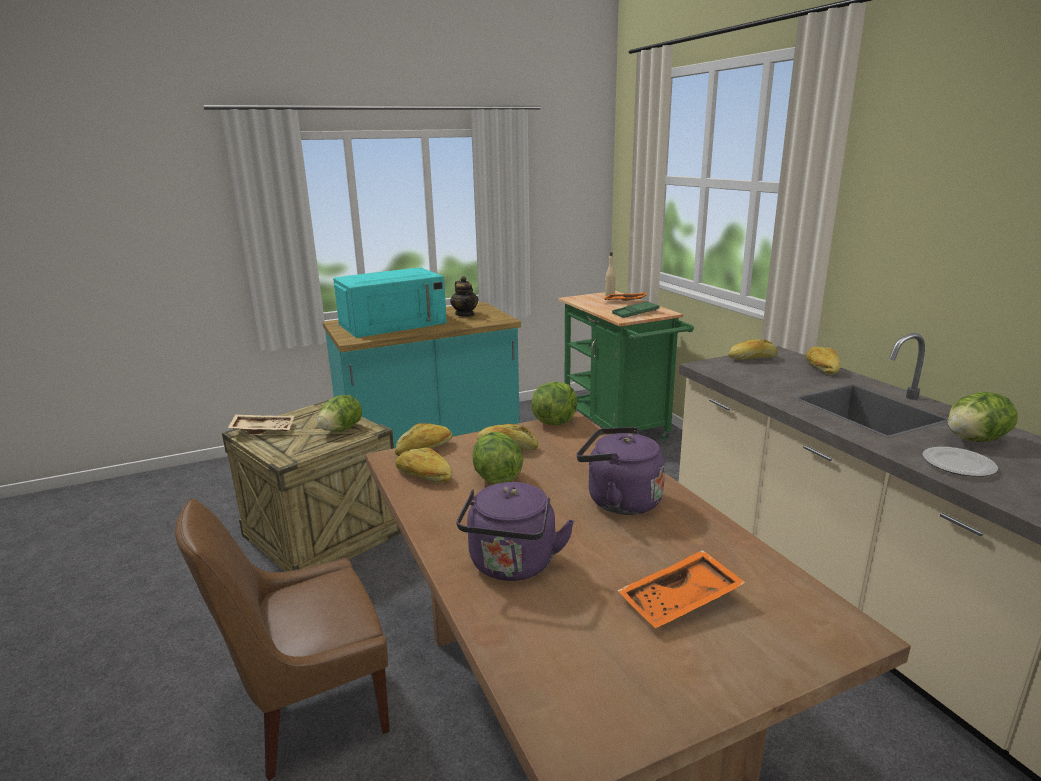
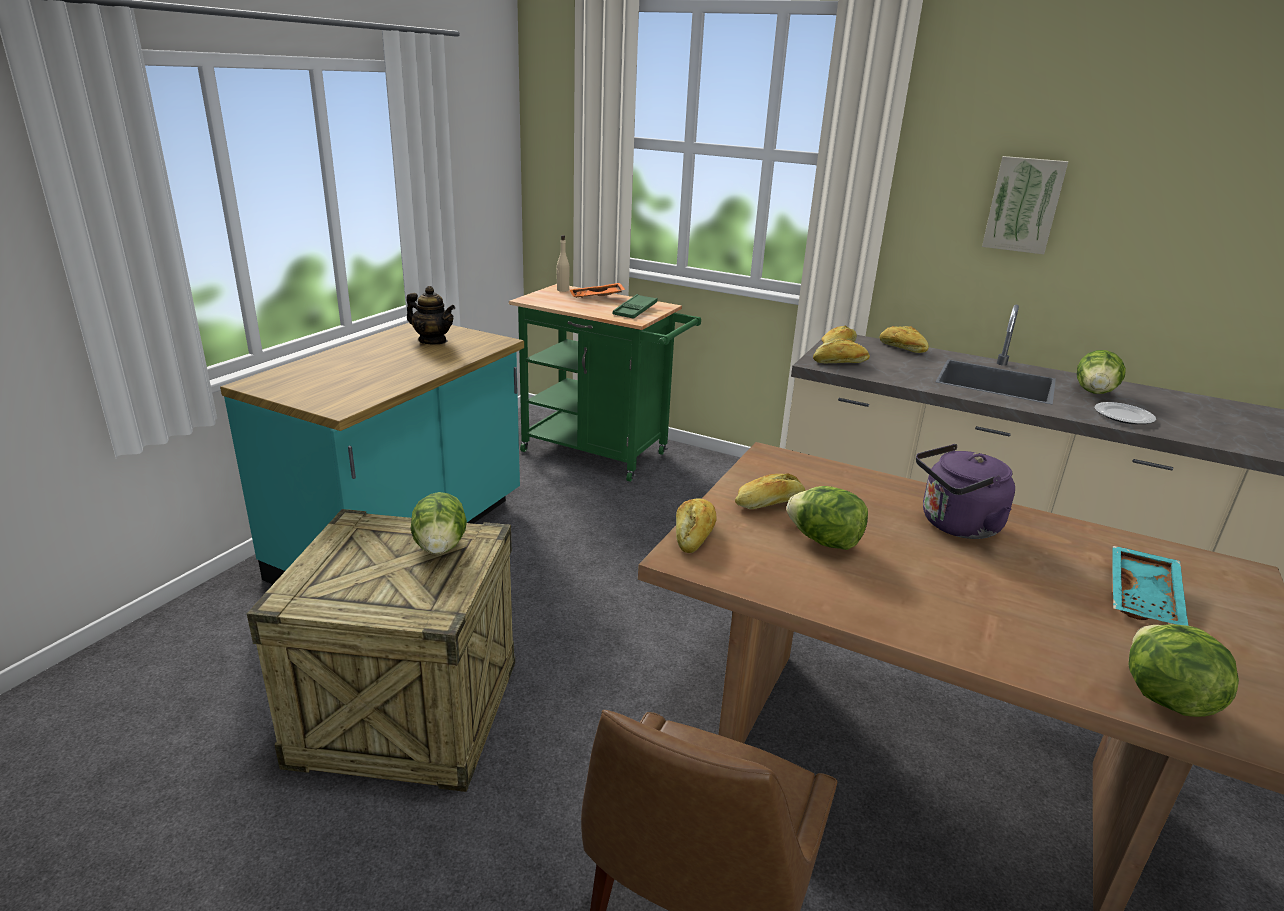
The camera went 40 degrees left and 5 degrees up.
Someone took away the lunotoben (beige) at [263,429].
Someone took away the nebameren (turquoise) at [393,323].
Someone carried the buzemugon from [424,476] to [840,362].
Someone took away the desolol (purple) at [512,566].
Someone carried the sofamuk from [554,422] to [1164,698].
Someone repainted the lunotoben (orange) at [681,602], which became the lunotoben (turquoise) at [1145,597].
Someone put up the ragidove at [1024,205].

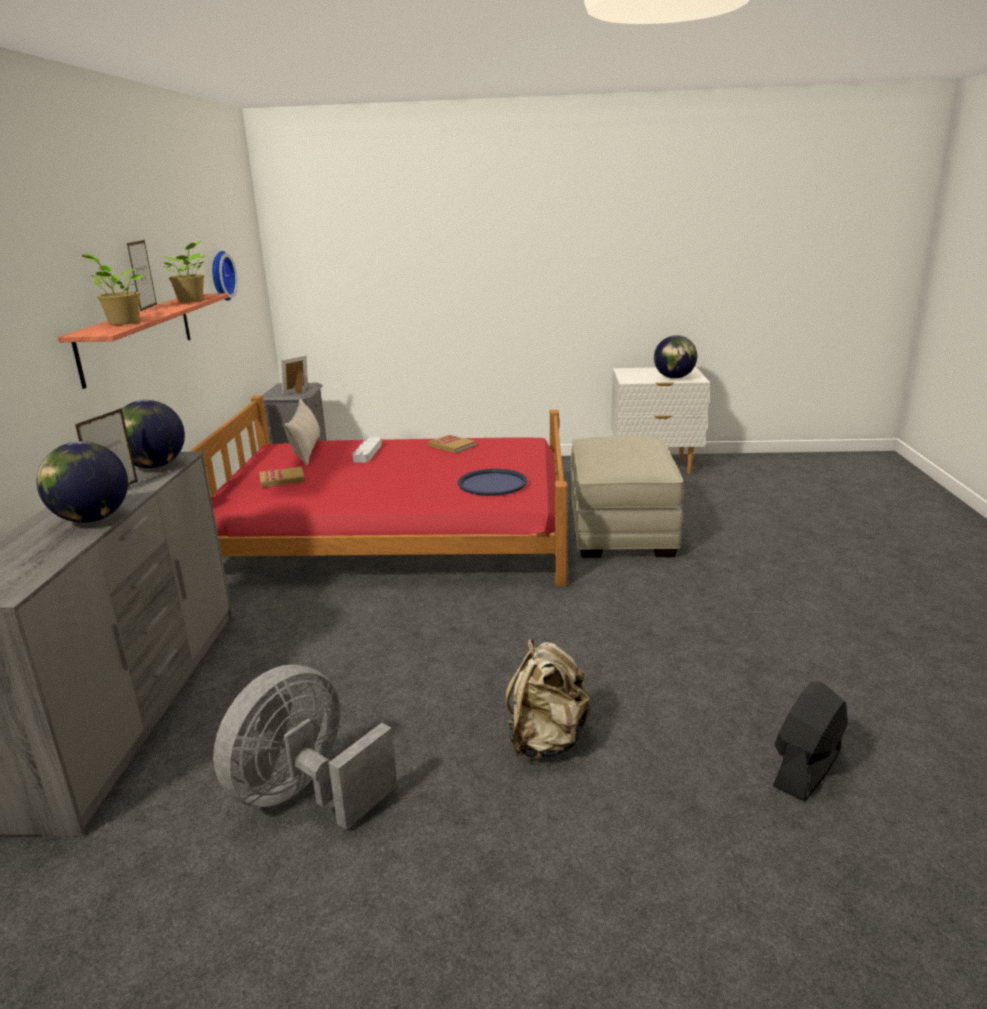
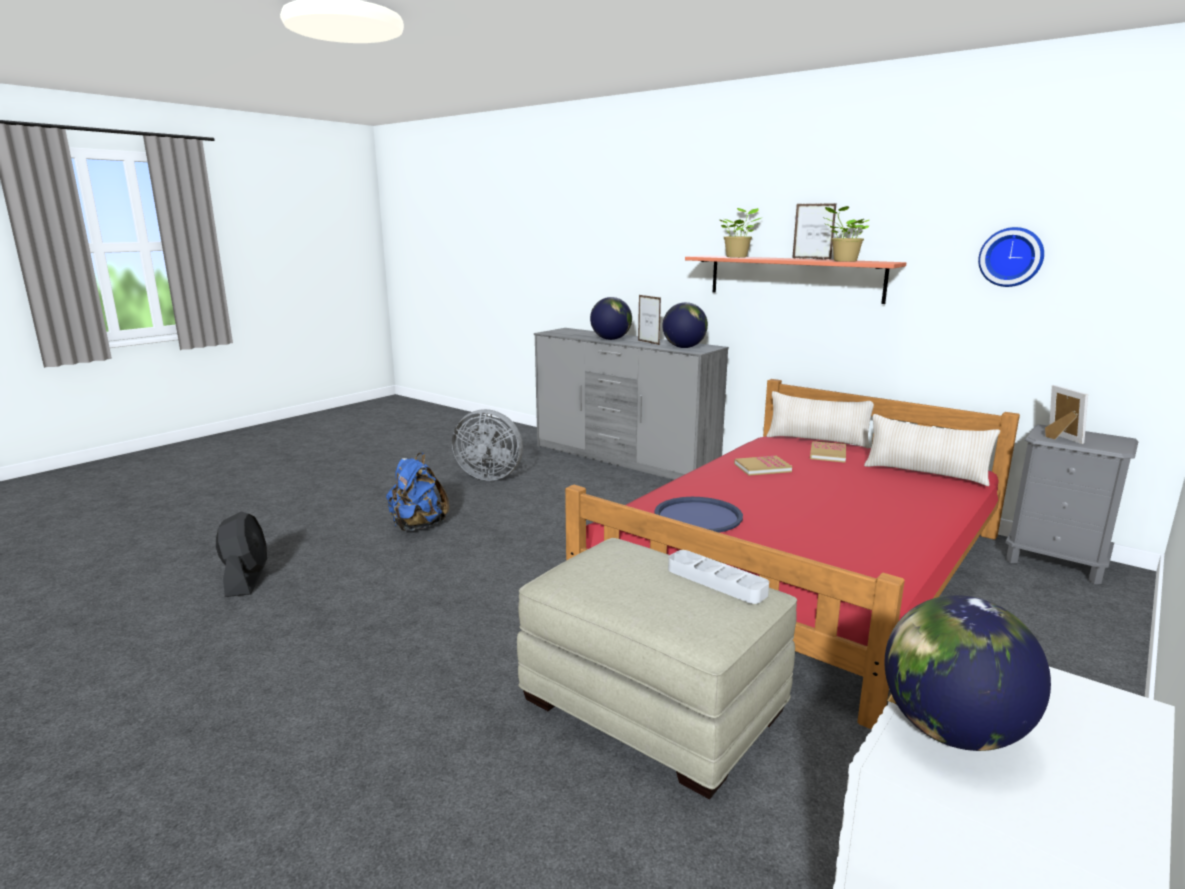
The camera went 125 degrees right and 5 degrees down.
Someone rotated the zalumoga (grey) at [306,795] by 120 degrees clockwise.
Someone carried the lunotoben (grey) from [368,453] to [716,581].
Someone carried the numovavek from [452,446] to [762,468].
Someone repainted the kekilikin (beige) at [546,741], which became the kekilikin (blue) at [417,526].
Someone put down the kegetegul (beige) at [817,440].

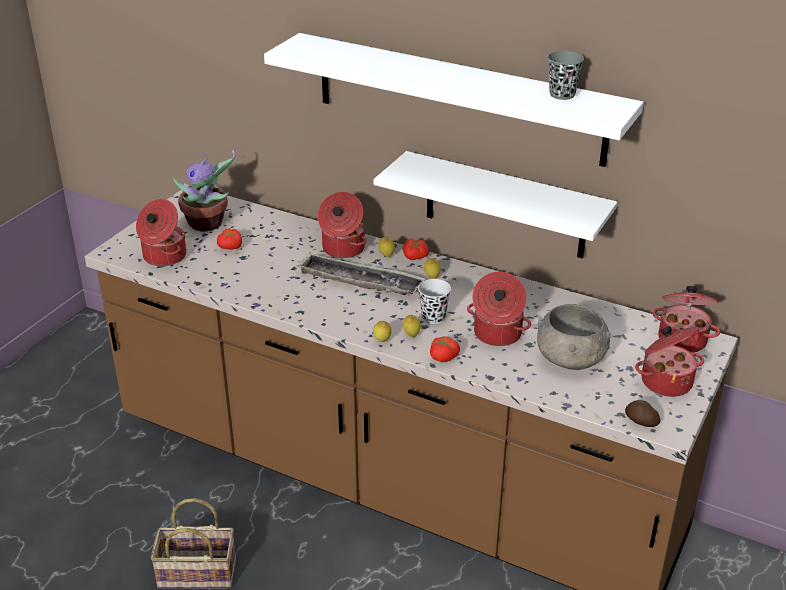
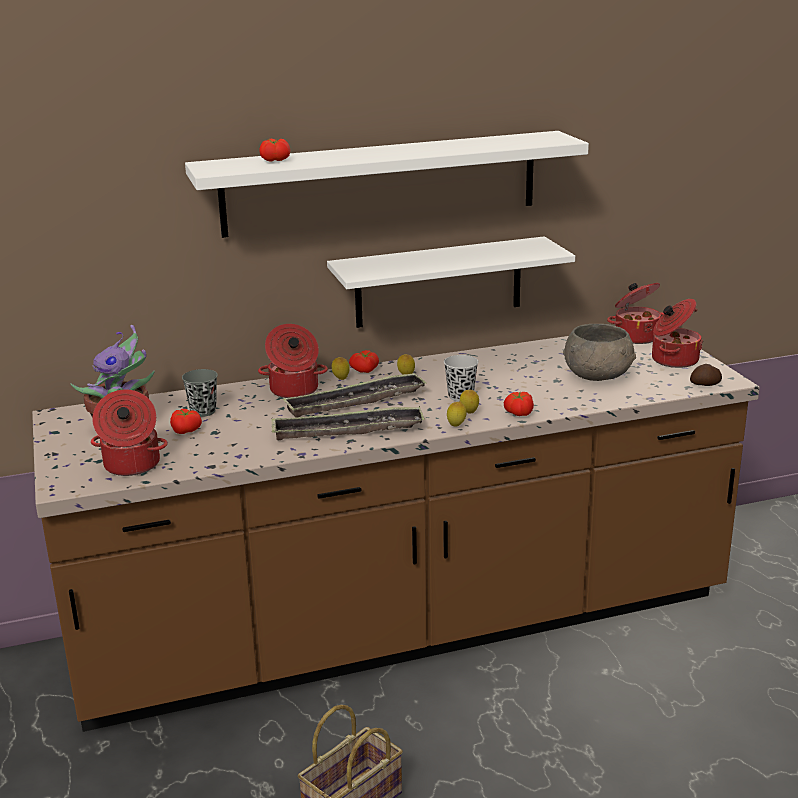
The camera went 45 degrees left and 10 degrees down.
Someone took away the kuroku at [496,334].
Someone carried the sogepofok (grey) from [562,94] to [203,411].
Someone put down the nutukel at [274,161].
Someone put down the lunotoben at [347,431].

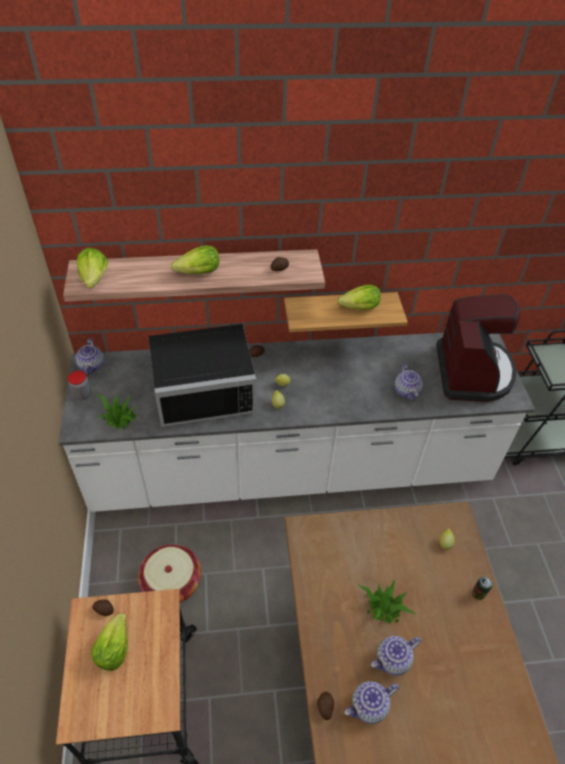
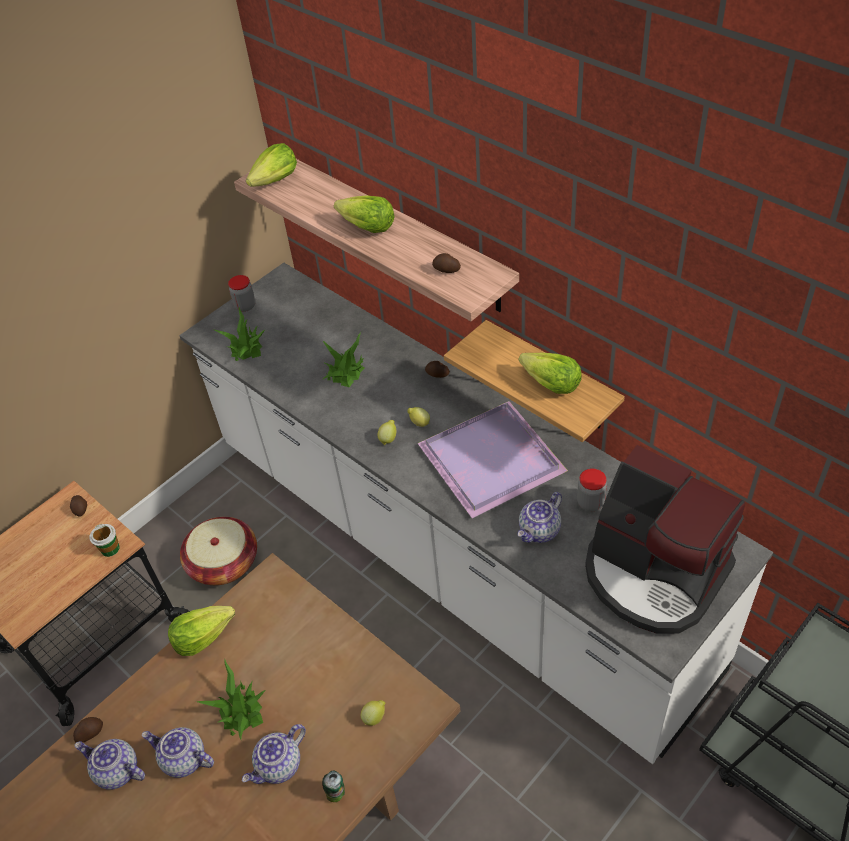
The camera went 55 degrees right and 0 degrees up.
Someone carried the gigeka from [92,366] to [279,766].
Someone carried the sofamuk from [113,648] to [203,636].
Someone swapped the nebameren (black) at [204,387] for the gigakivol at [346,371].
Someone rotated the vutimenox at [472,372] by 75 degrees clockwise.
Someone put down the sogepofok at [110,549].
Someone put down the lunotoben (purple) at [494,460].
Someone put down the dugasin at [590,502].

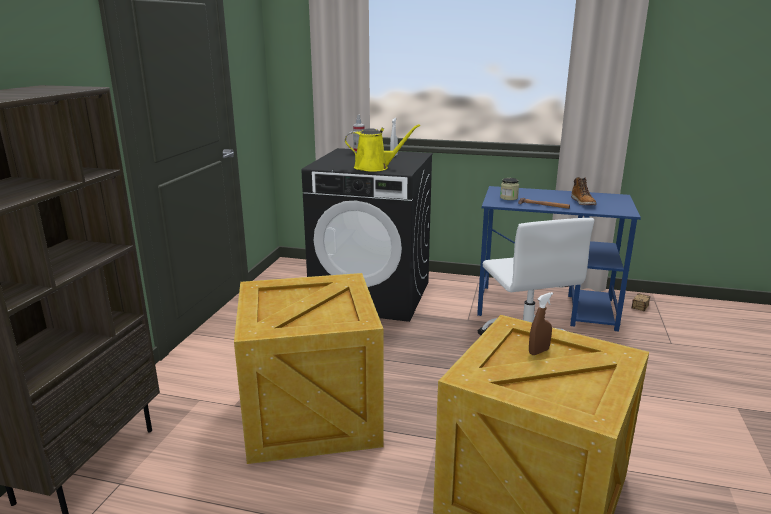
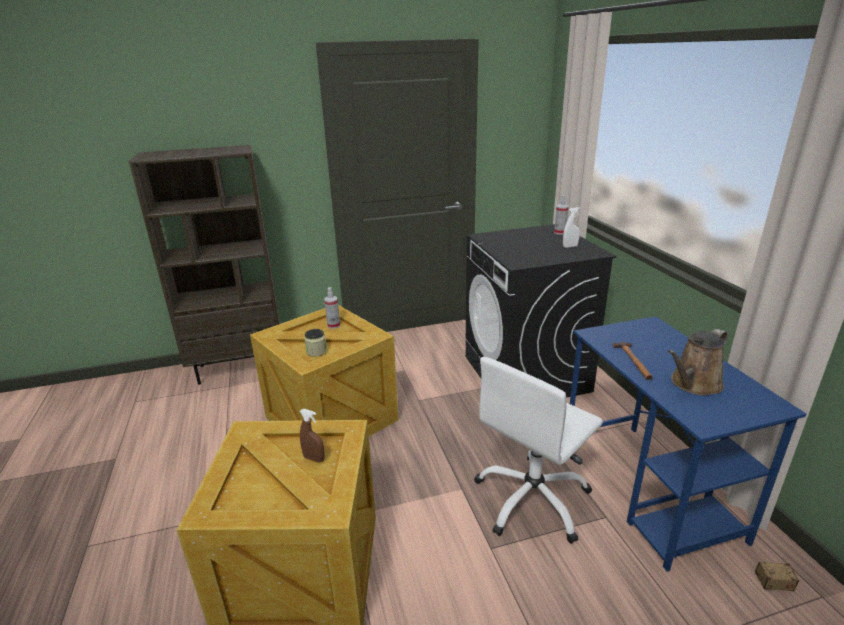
The camera went 60 degrees right and 5 degrees up.
Someone took away the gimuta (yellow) at [375,167].
Someone carried the dugasin from [509,198] to [316,351].
Someone swapped the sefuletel at [583,202] for the gimuta (brown) at [693,384].
Someone put down the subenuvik at [333,325].

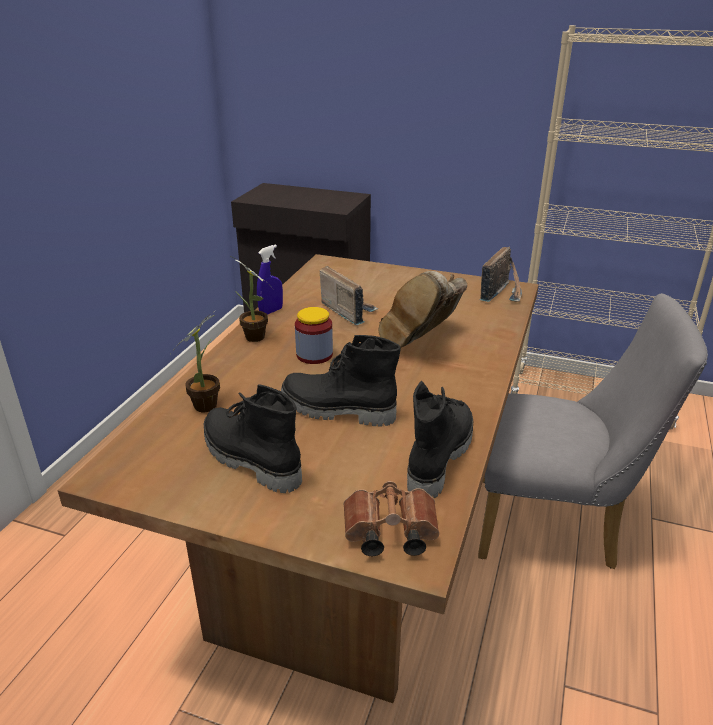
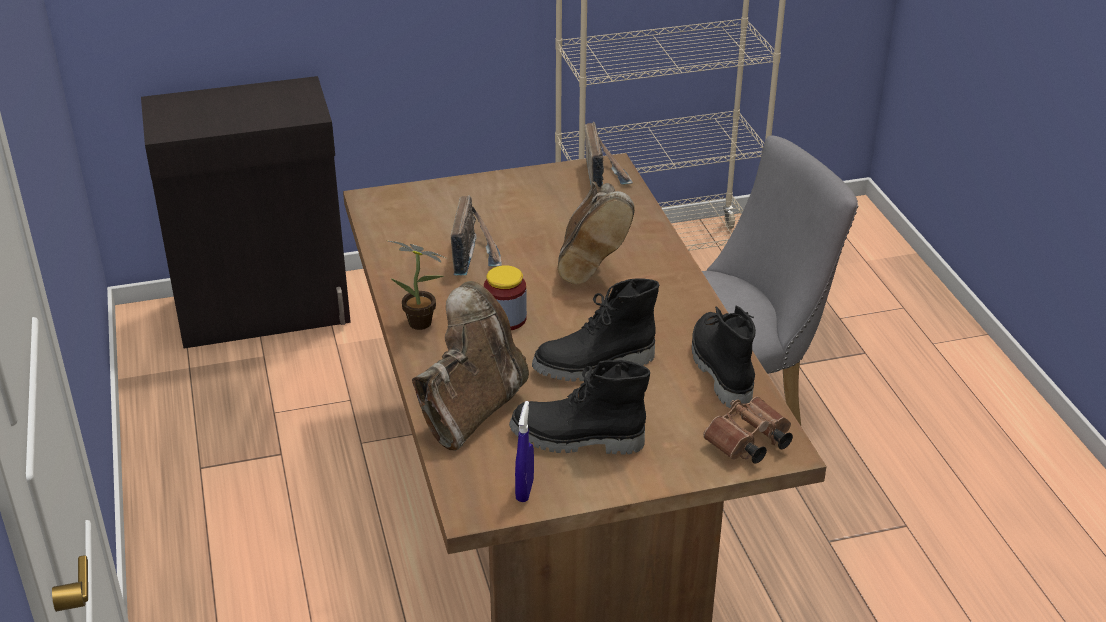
The camera went 35 degrees left and 5 degrees up.
Someone swapped the gigakivol at [208,404] for the sefuletel (brown) at [471,409].
Someone carried the subenuvik (blue) from [271,311] to [524,490].
Someone rotated the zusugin at [348,310] by 75 degrees clockwise.

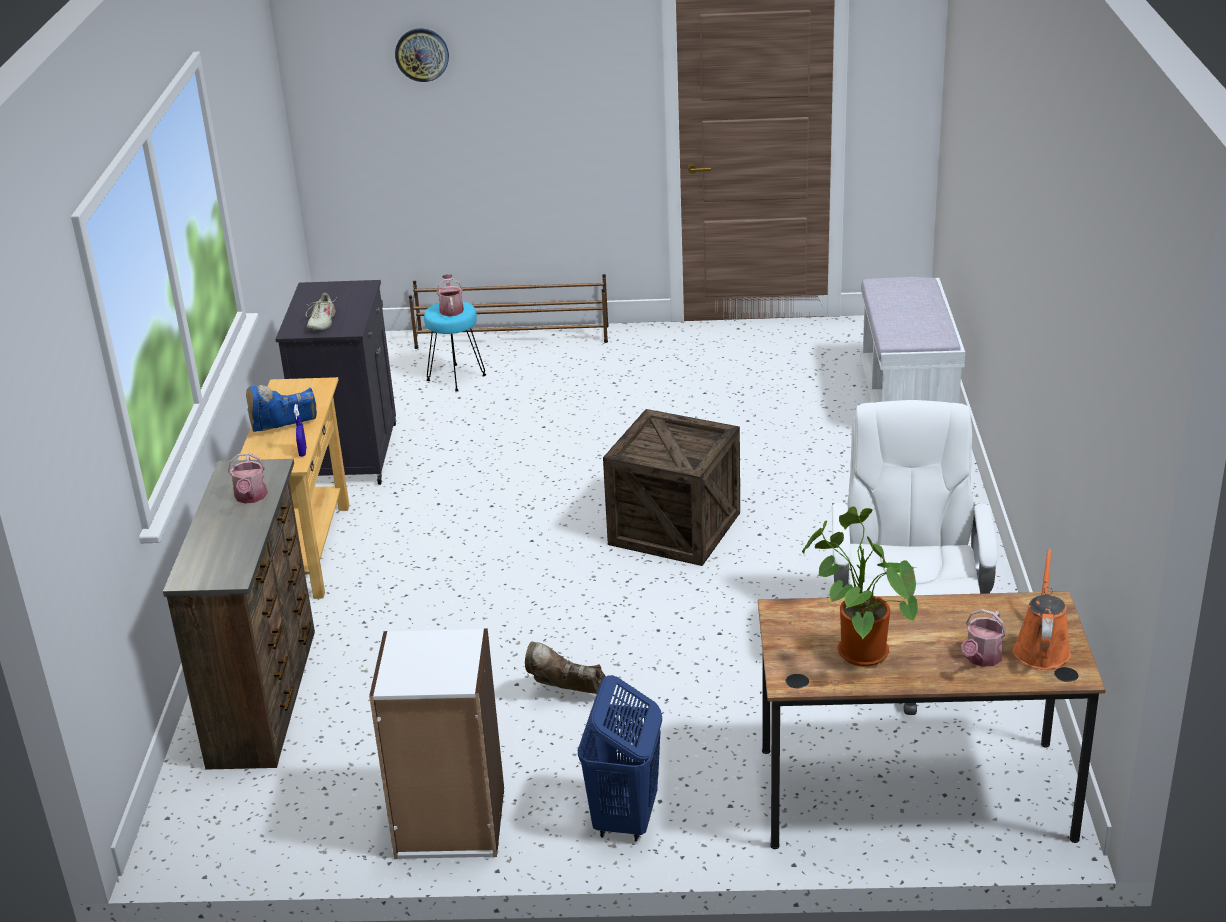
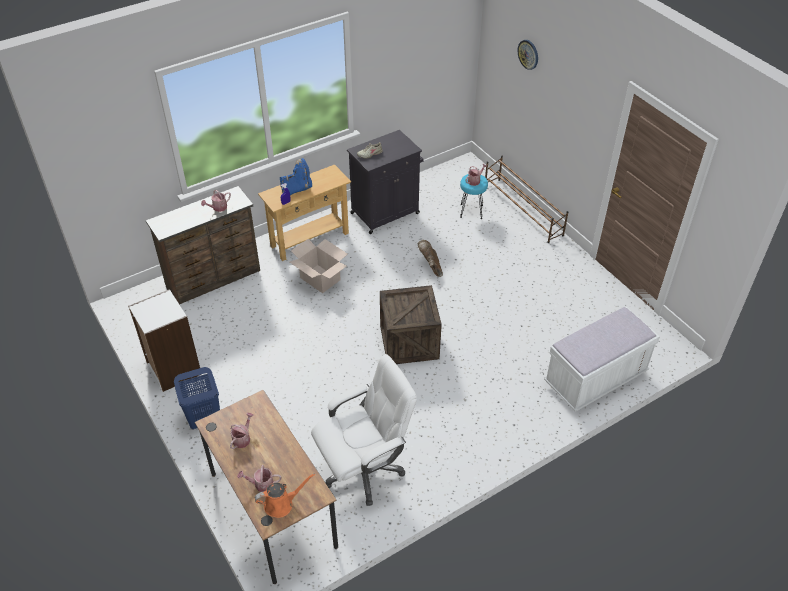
The camera went 55 degrees right and 15 degrees up.
Someone rotated the sefuletel (blue) at [282,431] by 120 degrees clockwise.
Someone carried the sefuletel (brown) from [566,694] to [431,267].
Someone swapped the gigakivol at [857,651] for the gimuta at [243,438].
Someone put down the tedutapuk at [320,279].

